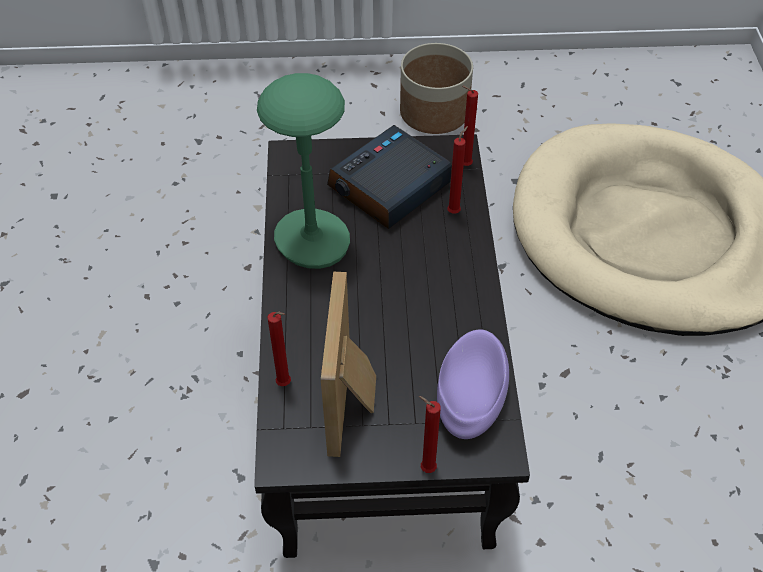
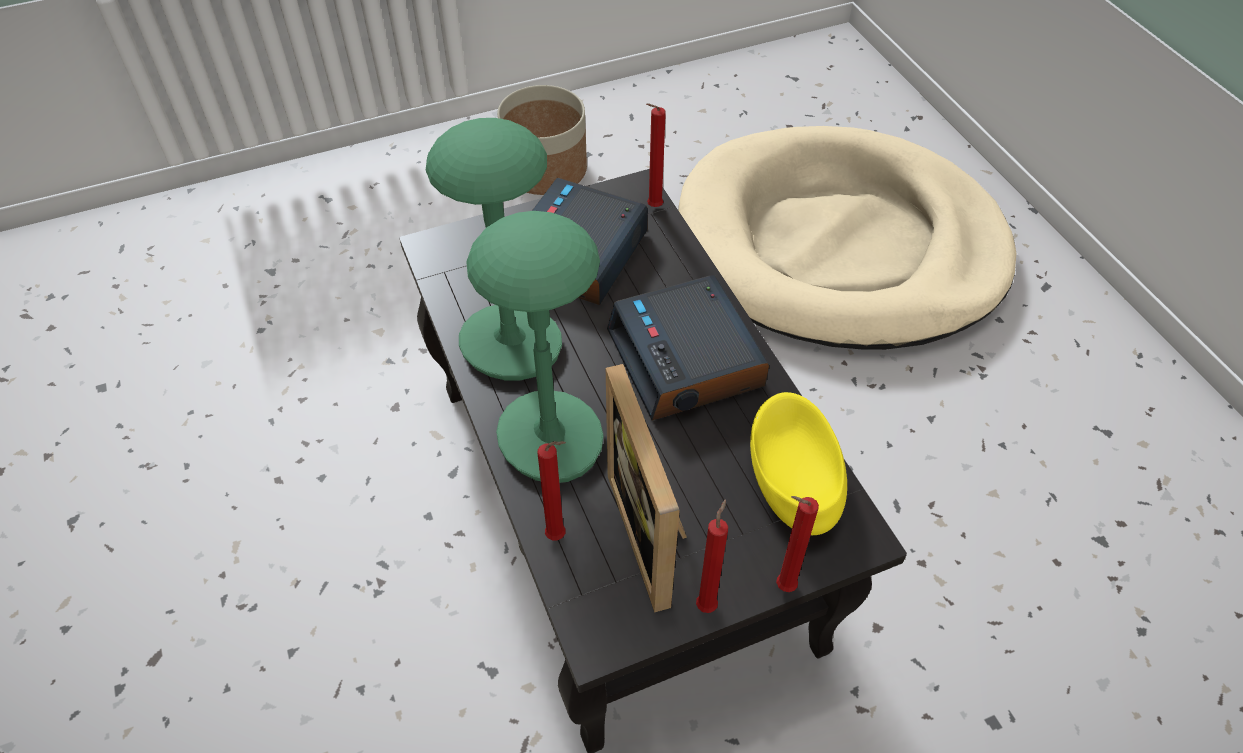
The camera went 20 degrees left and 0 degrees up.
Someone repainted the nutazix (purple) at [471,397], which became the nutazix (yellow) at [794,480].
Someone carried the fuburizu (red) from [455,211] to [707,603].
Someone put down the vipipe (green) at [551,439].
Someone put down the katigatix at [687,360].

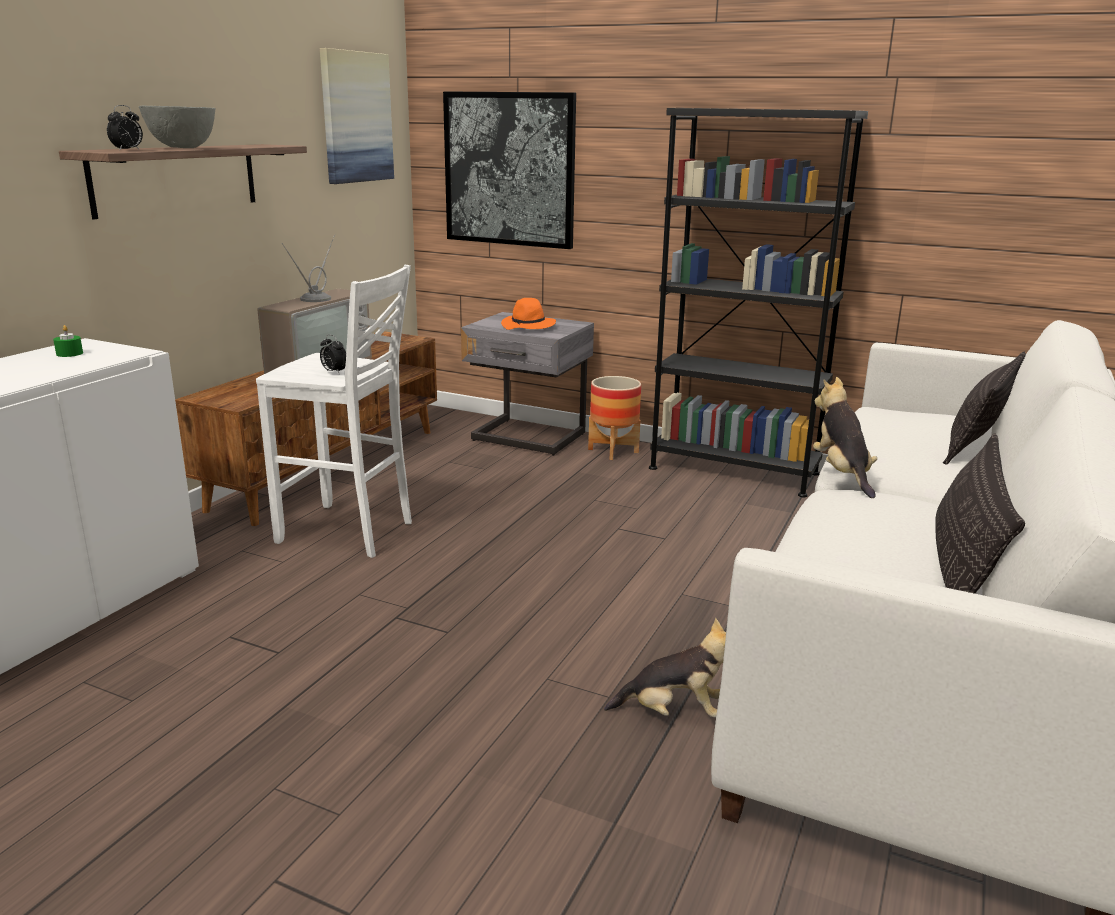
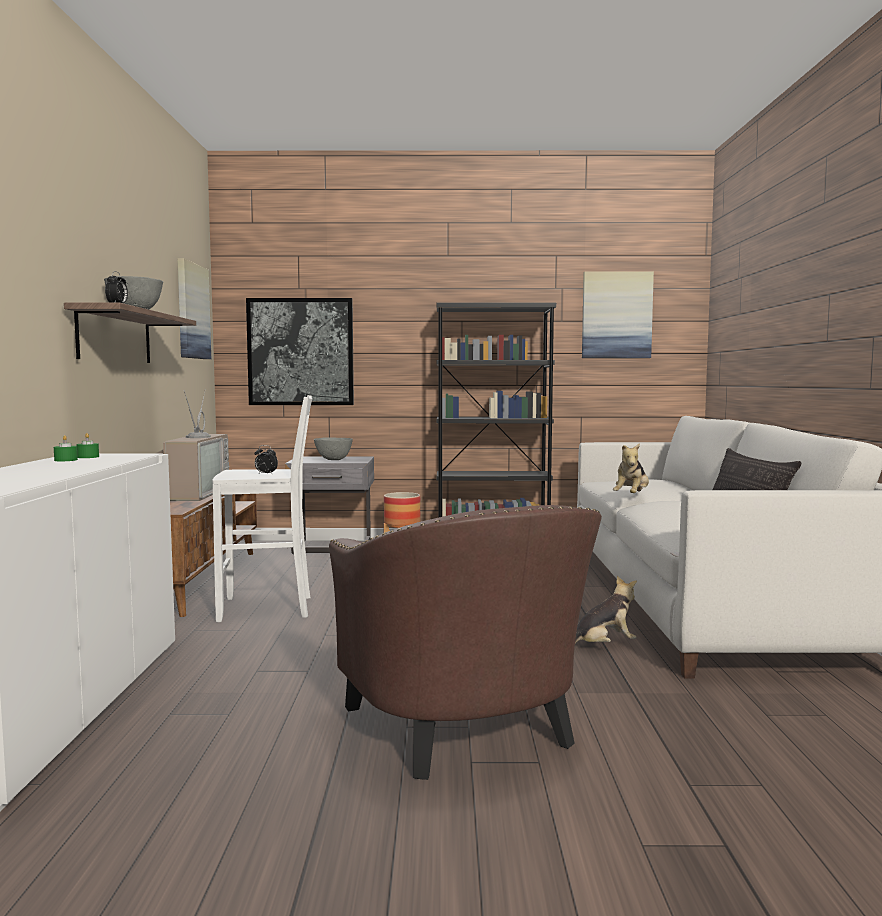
The camera went 25 degrees left and 15 degrees down.
Someone swapped the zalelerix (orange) at [528,326] for the nutazix (grey) at [334,460].
Someone rotated the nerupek at [842,474] by 120 degrees counterclockwise.
Someone took away the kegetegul at [977,443].
Someone put down the fuburizu (green) at [66,460].
Someone put down the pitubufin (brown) at [467,730].
Someone put up the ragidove at [616,315].

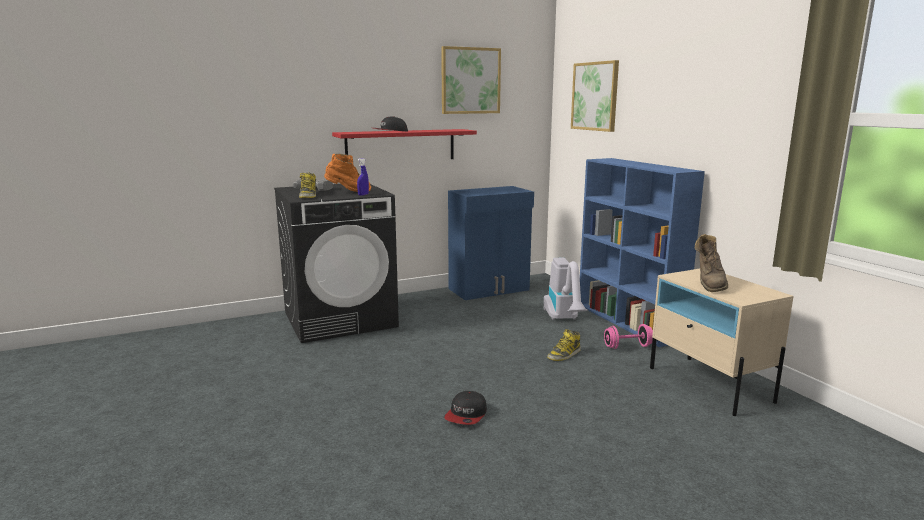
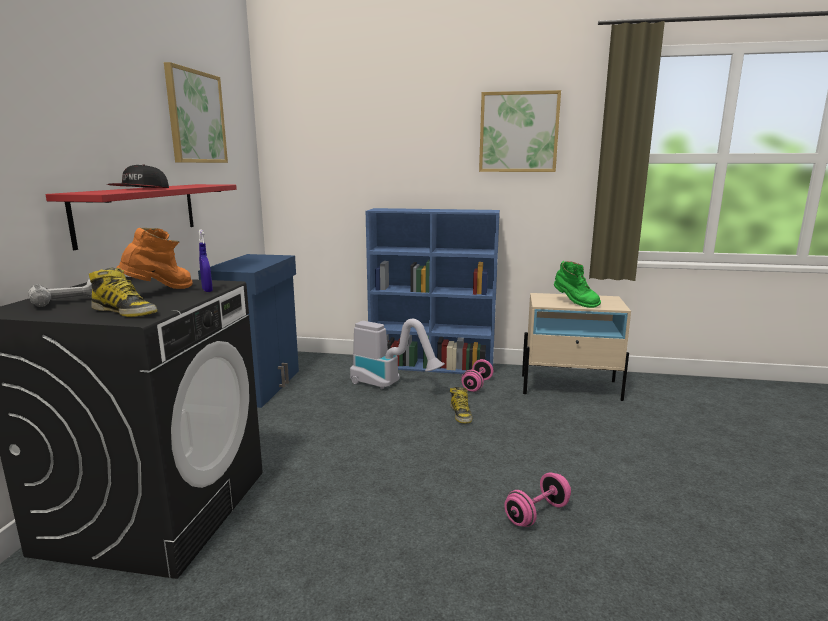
The camera went 55 degrees left and 0 degrees up.
Someone swapped the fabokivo at [466,415] for the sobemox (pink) at [537,513].
Someone carried the ragidove from [595,96] to [518,132].
Someone repainted the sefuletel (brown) at [709,285], which became the sefuletel (green) at [574,303].

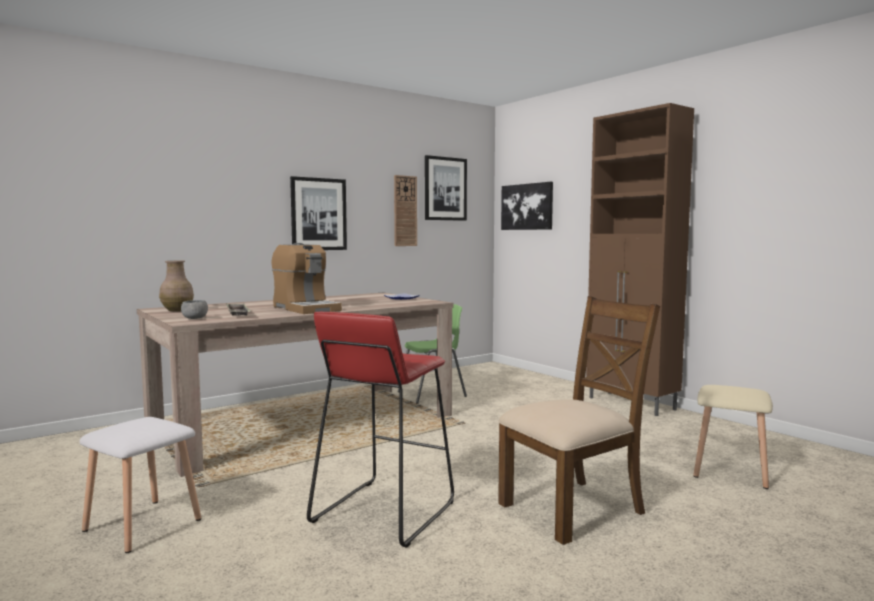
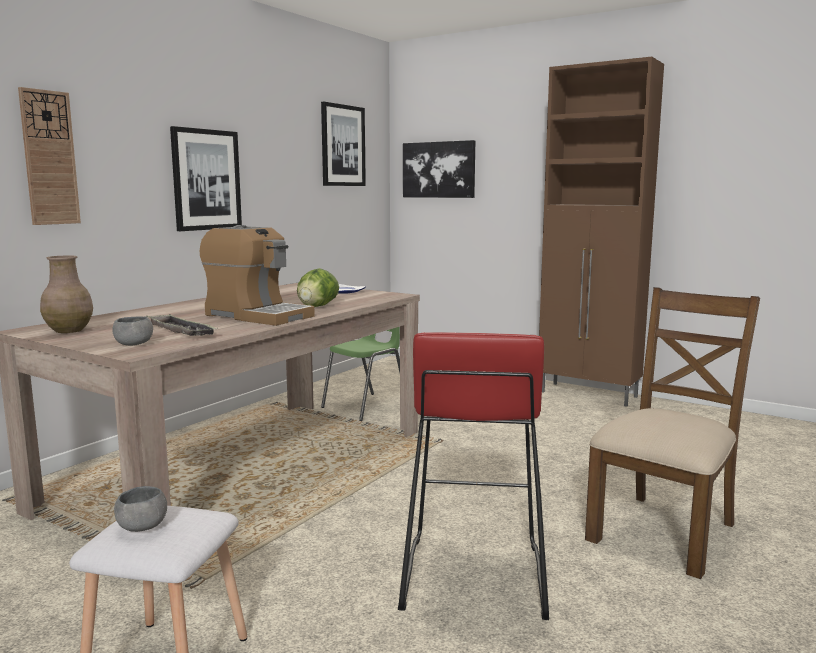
The camera went 20 degrees left and 5 degrees up.
Someone carried the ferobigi from [405,211] to [49,158].
Someone took away the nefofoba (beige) at [731,471].
Someone put down the nutazix (grey) at [142,527].
Someone put down the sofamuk at [317,306].

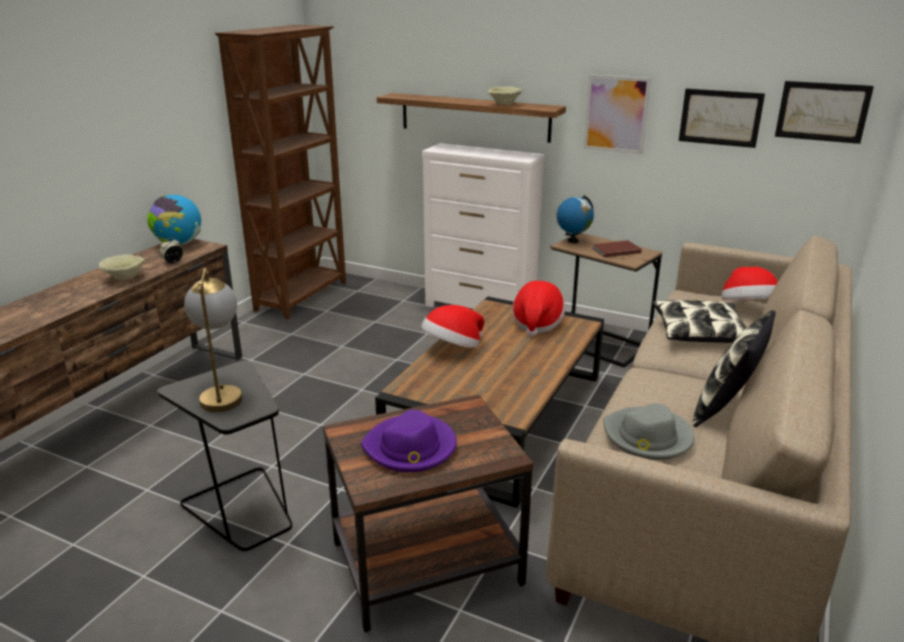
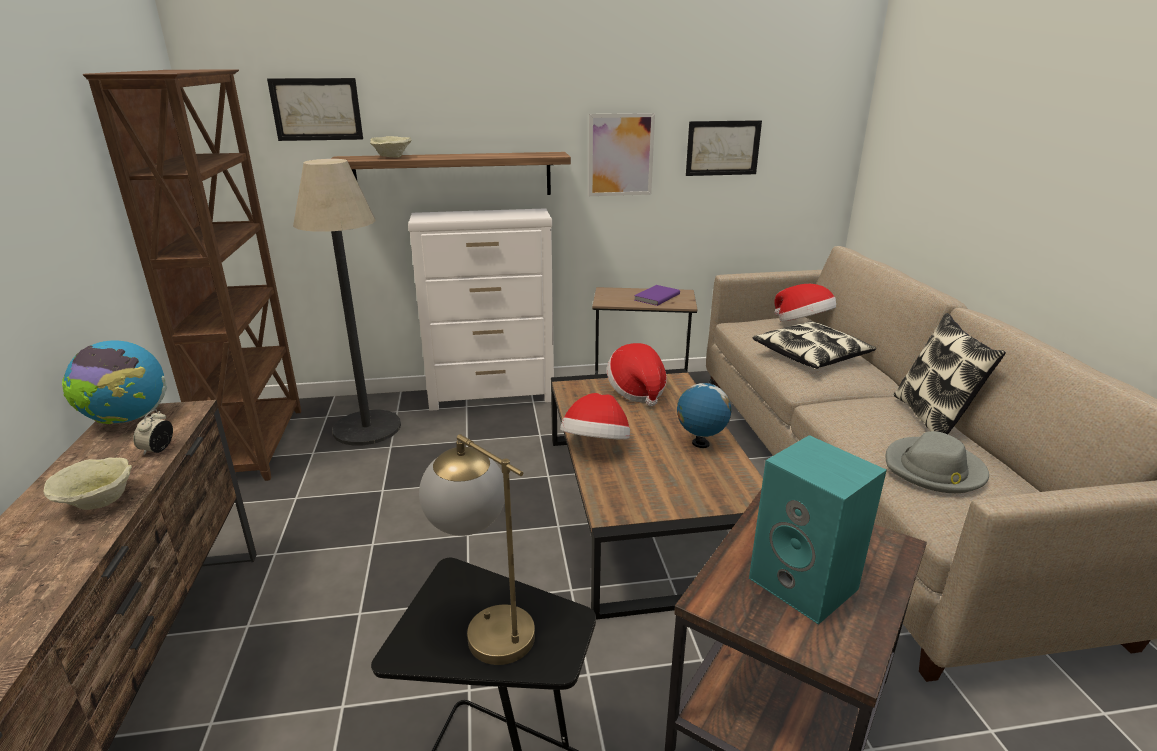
The camera went 35 degrees left and 0 degrees up.
Someone swapped the zalelerix (purple) at [410,447] for the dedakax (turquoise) at [806,584].
Someone carried the nutazix (beige) from [504,104] to [392,157].
Someone carried the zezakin from [573,241] to [700,443].
Someone repainted the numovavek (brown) at [615,250], which became the numovavek (purple) at [655,297].
Someone carried the ragidove from [822,111] to [316,109].
Someone put down the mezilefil at [367,428].

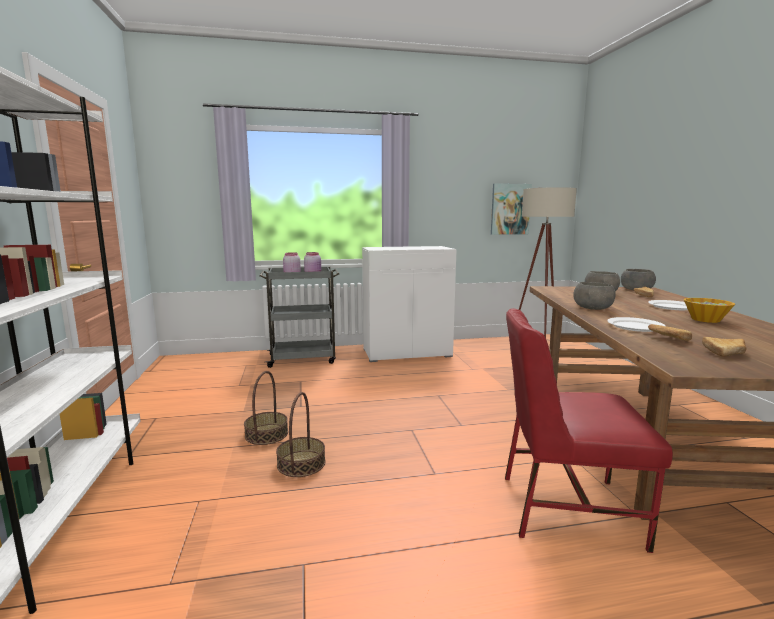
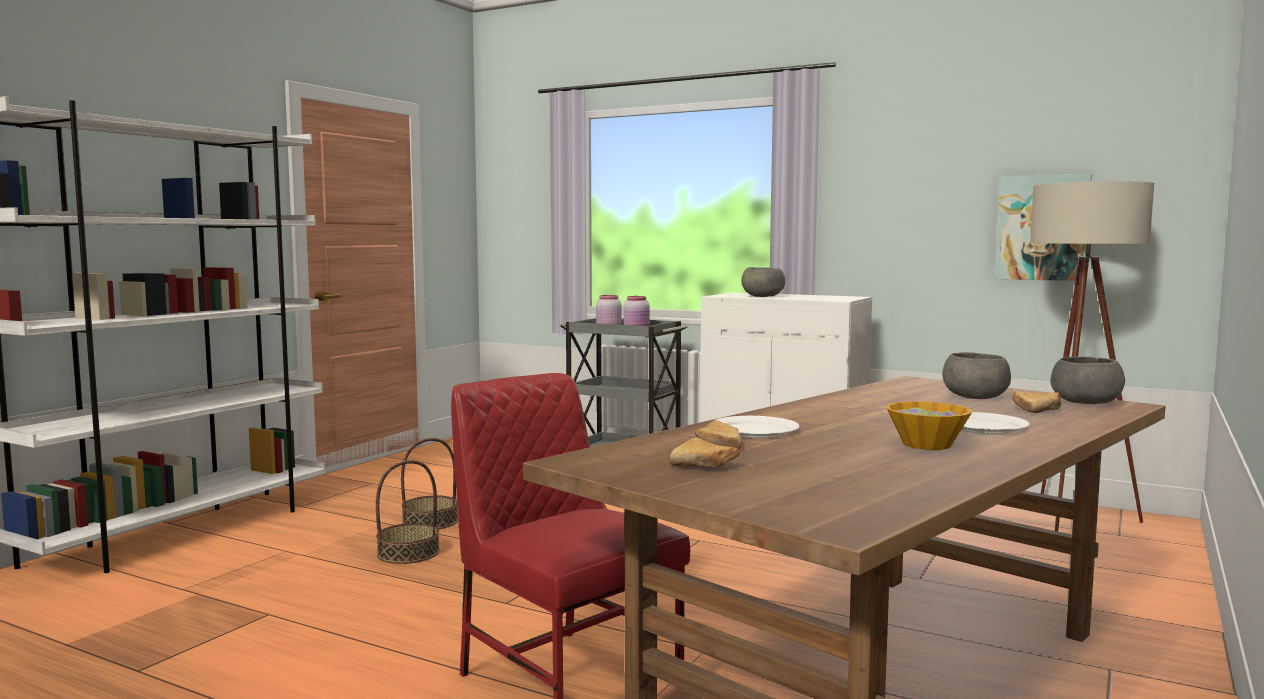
The camera went 40 degrees right and 5 degrees down.
Someone carried the nutazix (grey) from [593,308] to [763,296].

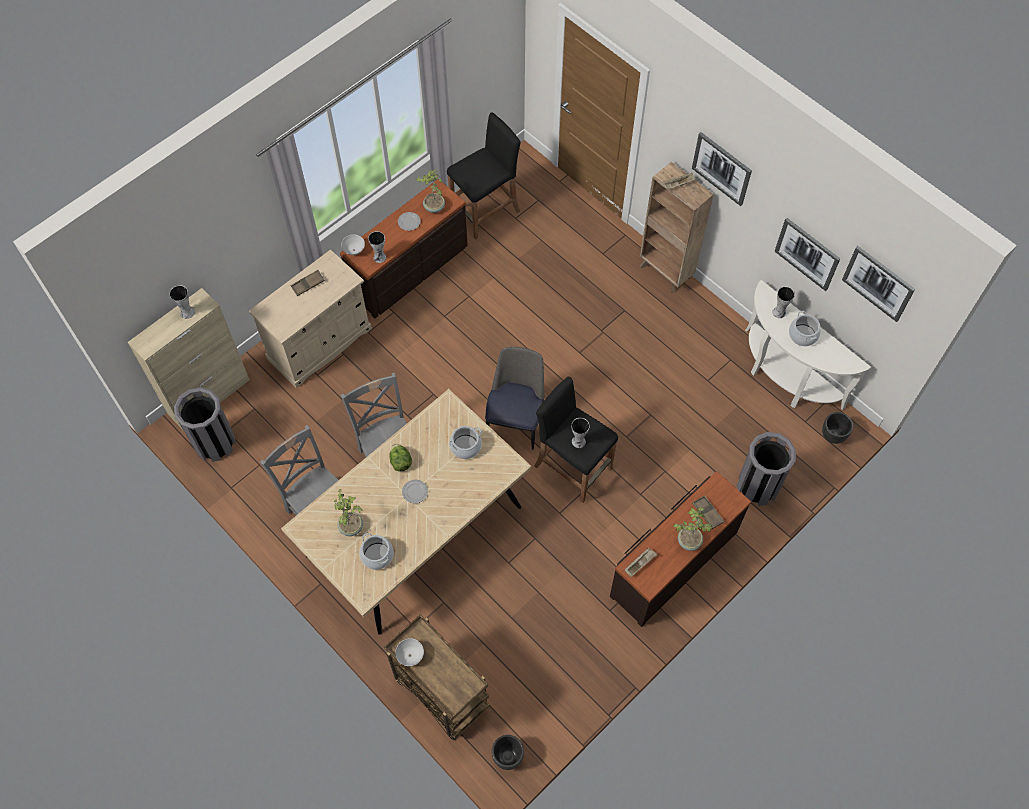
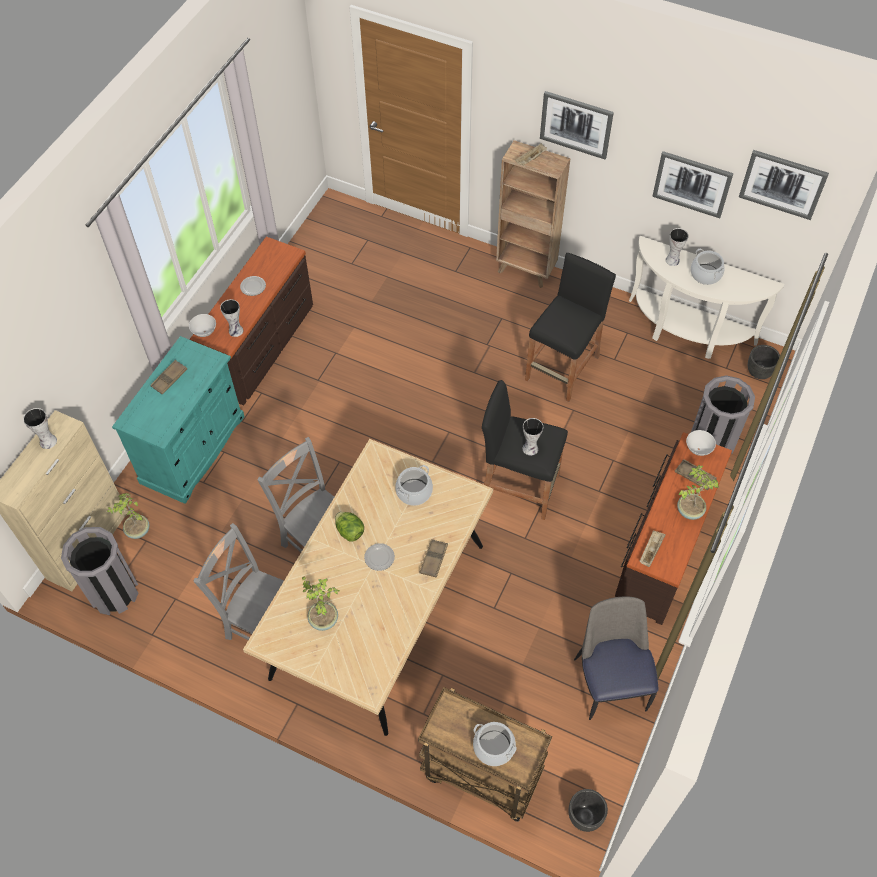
The camera went 20 degrees left and 5 degrees down.
Someone repainted the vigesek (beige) at [319,343], which became the vigesek (turquoise) at [193,449].
Someone carried the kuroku from [377,555] to [494,747].
Someone carried the nutazix (white) from [410,655] to [698,449].
Someone carried the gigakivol from [434,207] to [137,531].
Someone carried the nefofoba (black) from [485,212] to [562,368].
Someone carried the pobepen from [516,421] to [610,682].
Someone put down the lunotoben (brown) at [433,559].

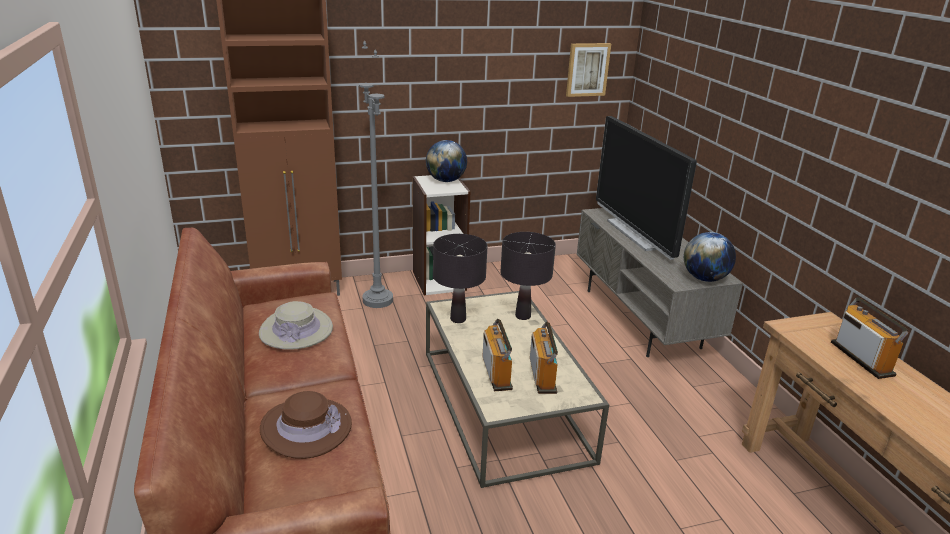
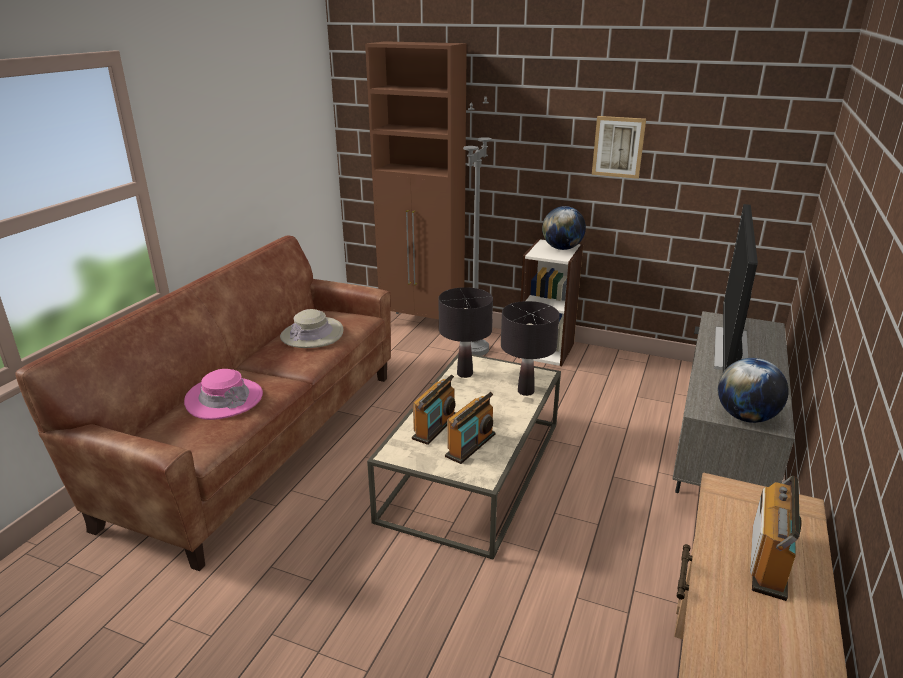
The camera went 40 degrees right and 0 degrees up.
Someone repainted the zalelerix (brown) at [306,428], which became the zalelerix (pink) at [224,399].
Someone carried the ragidove from [587,69] to [618,147].

